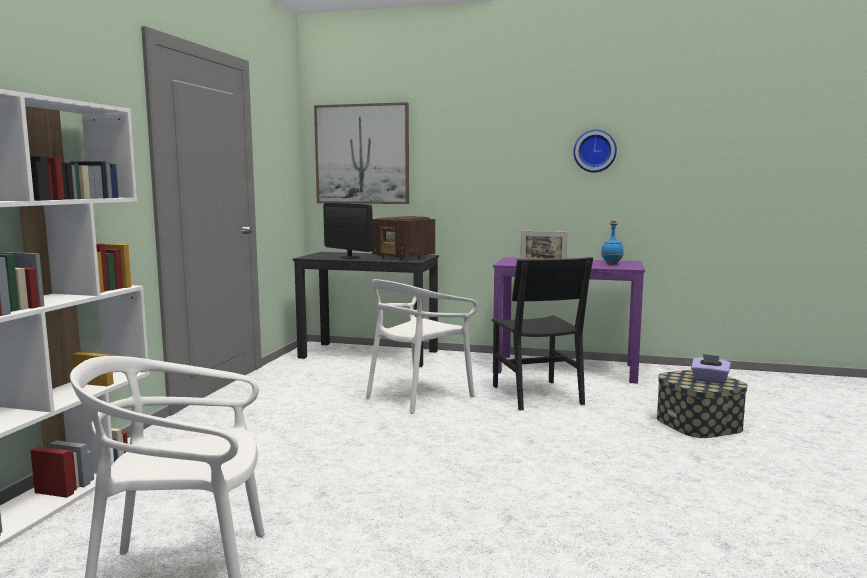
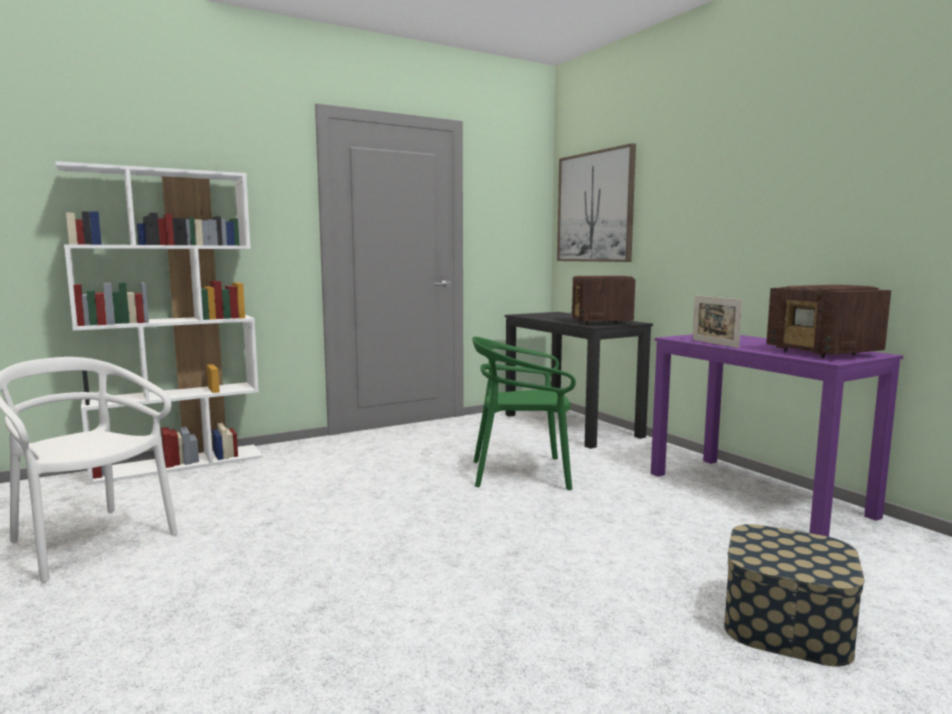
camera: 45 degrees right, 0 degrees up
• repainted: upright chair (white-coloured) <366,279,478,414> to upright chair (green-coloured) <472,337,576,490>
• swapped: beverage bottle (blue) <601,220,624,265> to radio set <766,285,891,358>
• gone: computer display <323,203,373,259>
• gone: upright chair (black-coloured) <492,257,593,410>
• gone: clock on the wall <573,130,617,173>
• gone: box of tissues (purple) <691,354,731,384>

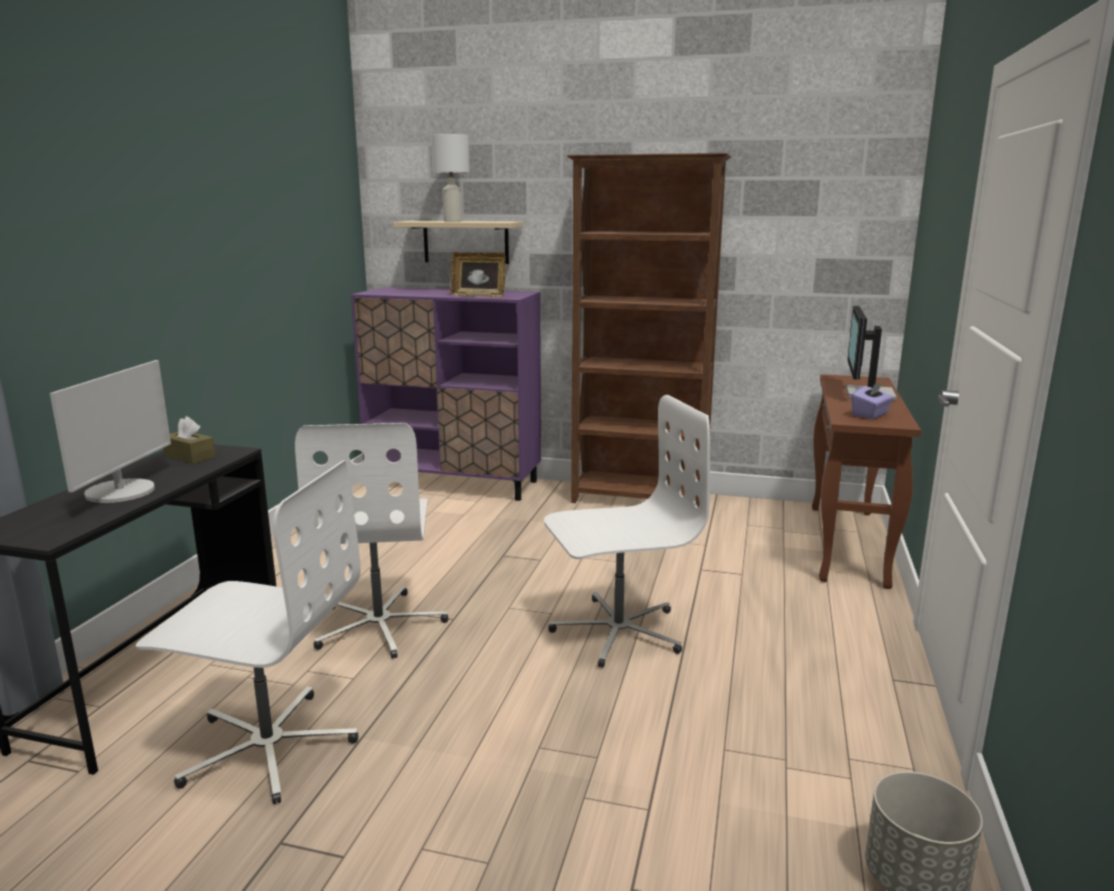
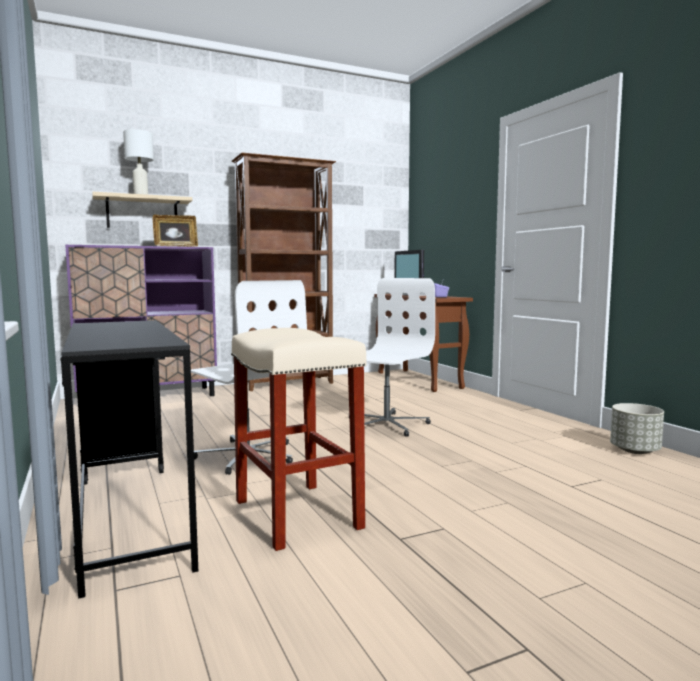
camera: 40 degrees left, 10 degrees down
• swapped: computer chair (white-coloured) <136,460,361,804> to sitting stool (sand-coloured) <231,328,366,551>
• gone: computer display <50,360,171,503>
• gone: box of tissues (brown-coloured) <163,416,216,464>

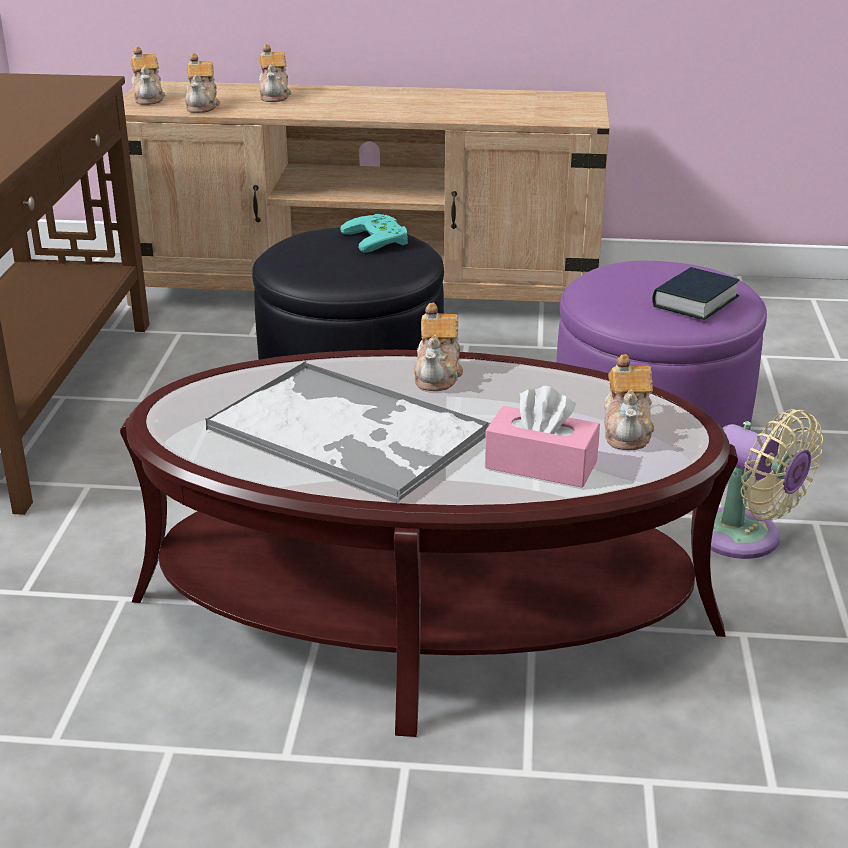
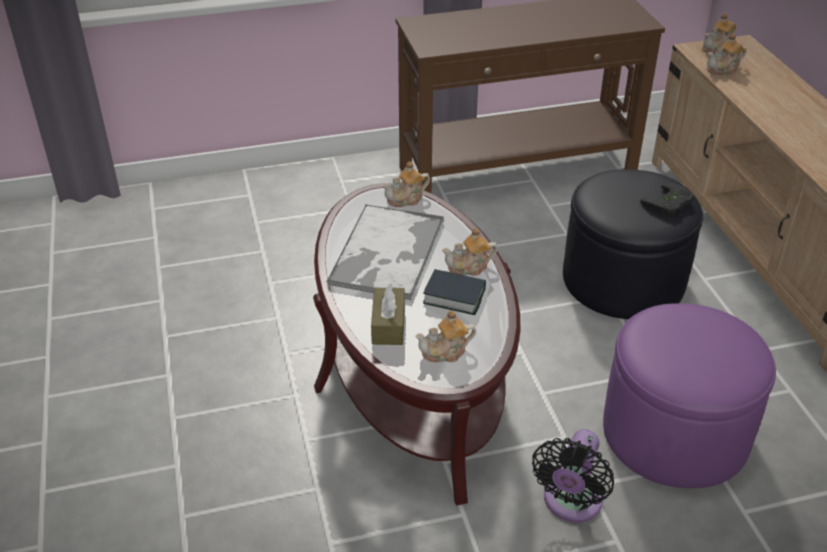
camera: 70 degrees right, 10 degrees up
• repainted: box of tissues (pink) <485,386,600,488> to box of tissues (brown-coloured) <371,283,405,345>
• shifted: tea pot <259,44,291,102> to <382,161,430,207>
• shifted: volume <652,267,739,320> to <423,269,486,315>
• repainted: fan (sand-coloured) <711,409,823,559> to fan (black-coloured) <532,429,614,522>
• repainted: game controller (blue-green) <340,214,408,253> to game controller (black-coloured) <640,183,694,217>

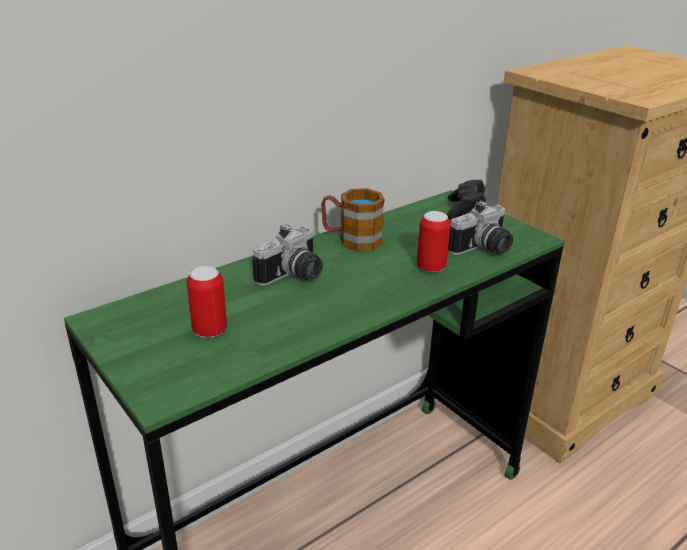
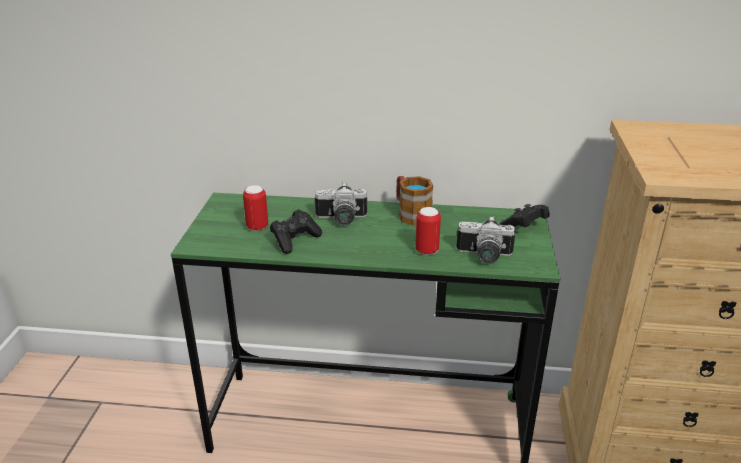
camera: 45 degrees right, 0 degrees up
• new: game controller (black-coloured) <270,209,322,254>

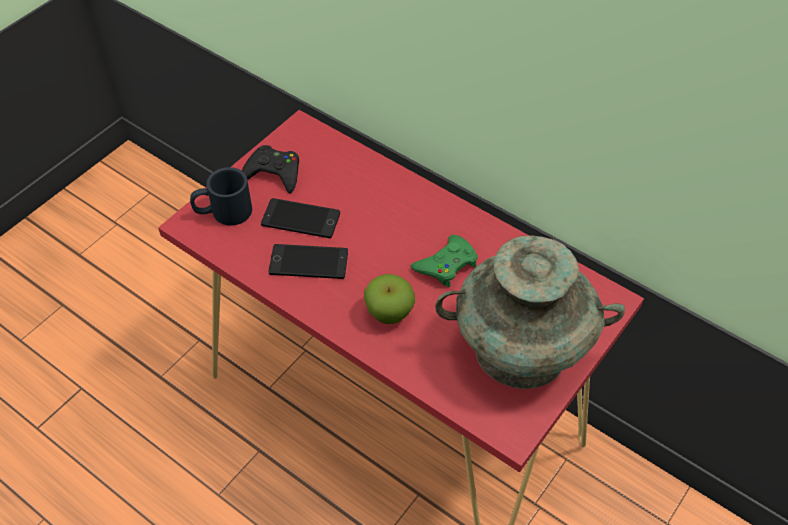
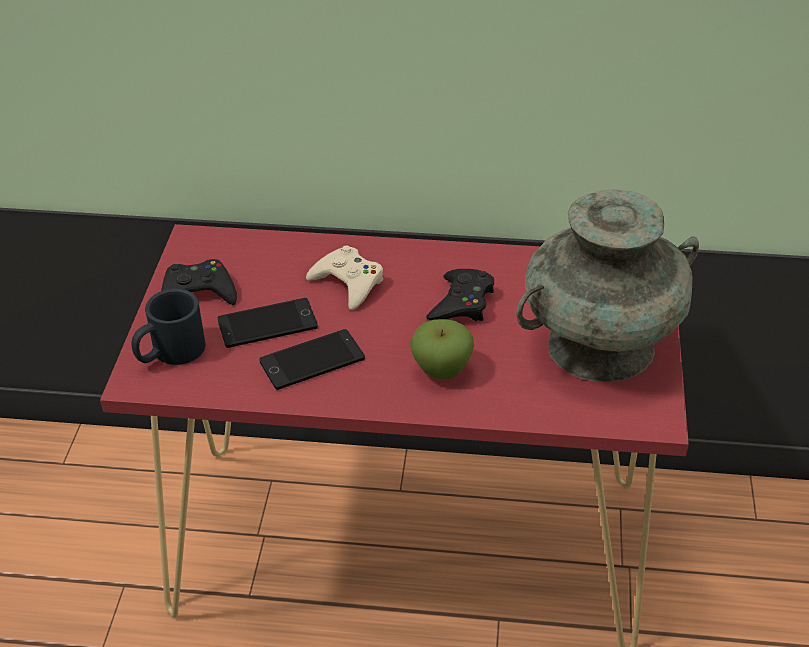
camera: 30 degrees left, 10 degrees down
• new: game controller (sand-coloured) <306,245,383,310>
• repainted: game controller (green-coloured) <411,235,478,287> to game controller (black-coloured) <426,269,494,321>

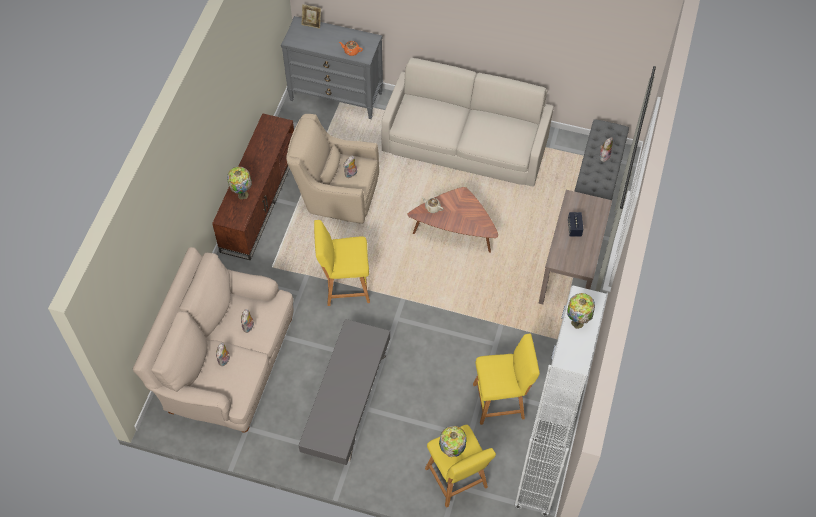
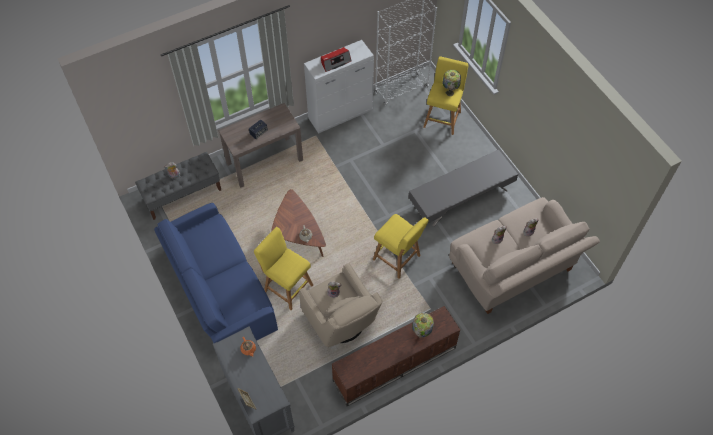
camera: 135 degrees left, 0 degrees up
• repainted: settee (sand-coloured) <382,58,554,186> to settee (blue) <154,203,278,343>
• shifted: sitting stool (yellow) <473,334,540,425> to <254,227,313,310>
• swapped: lamp for a table <567,293,595,329> to radio set <321,47,351,72>

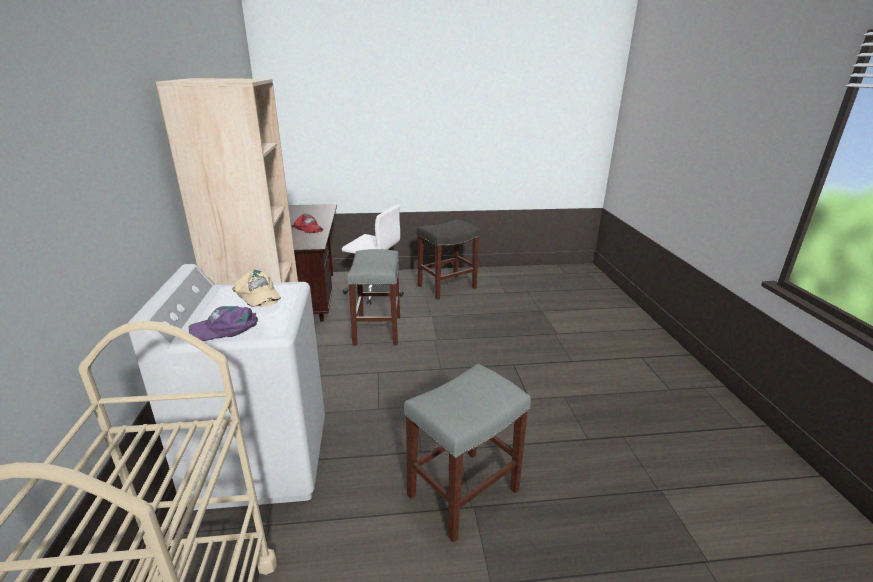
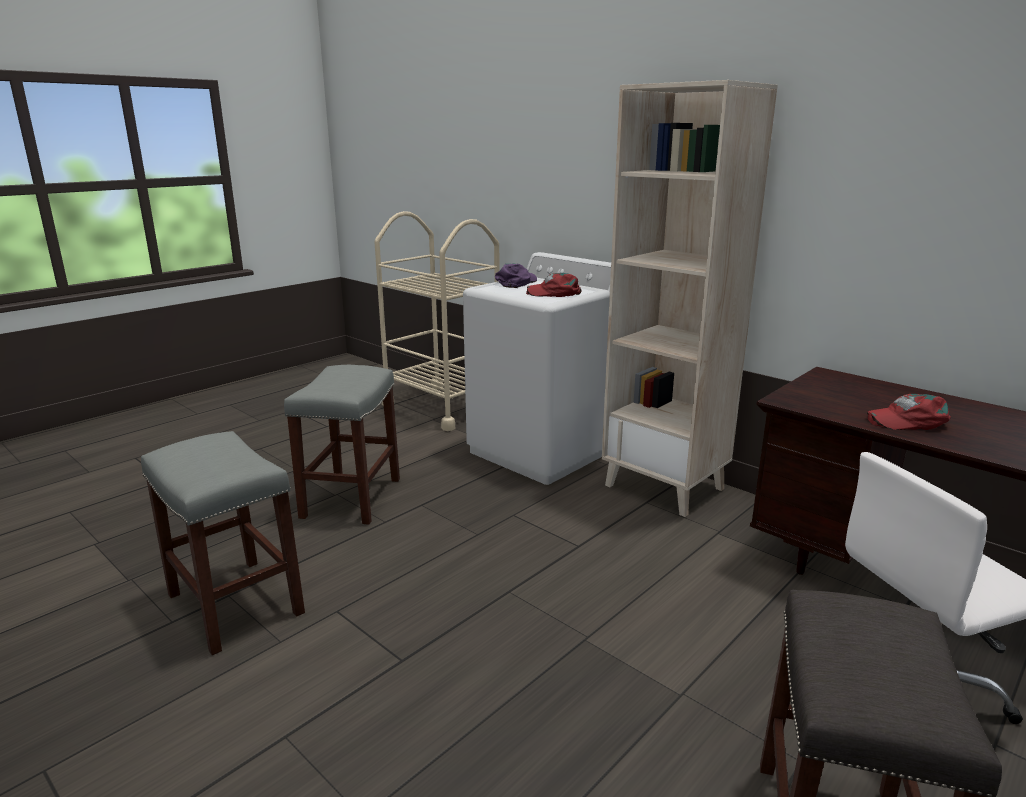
camera: 140 degrees right, 5 degrees down
• shifted: sitting stool (gray) <347,249,400,346> to <141,431,305,655>
• repainted: baseball cap (sand-coloured) <232,270,281,307> to baseball cap (red) <526,273,581,297>

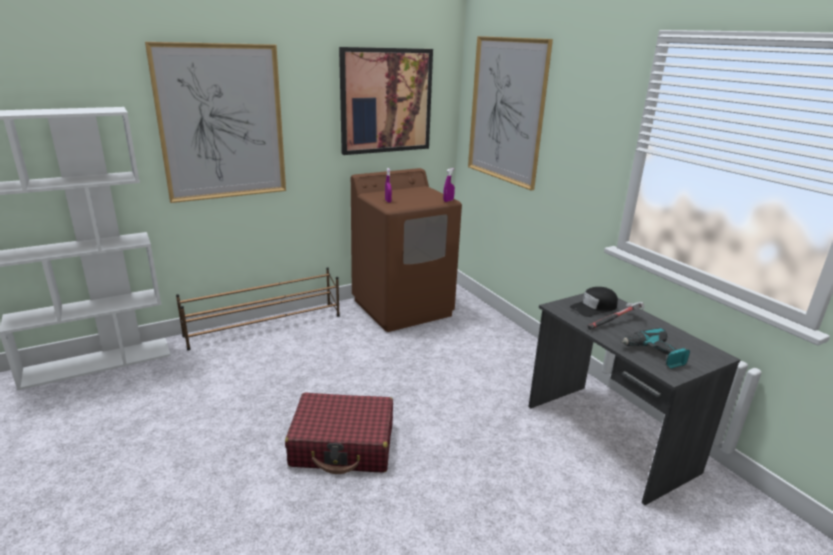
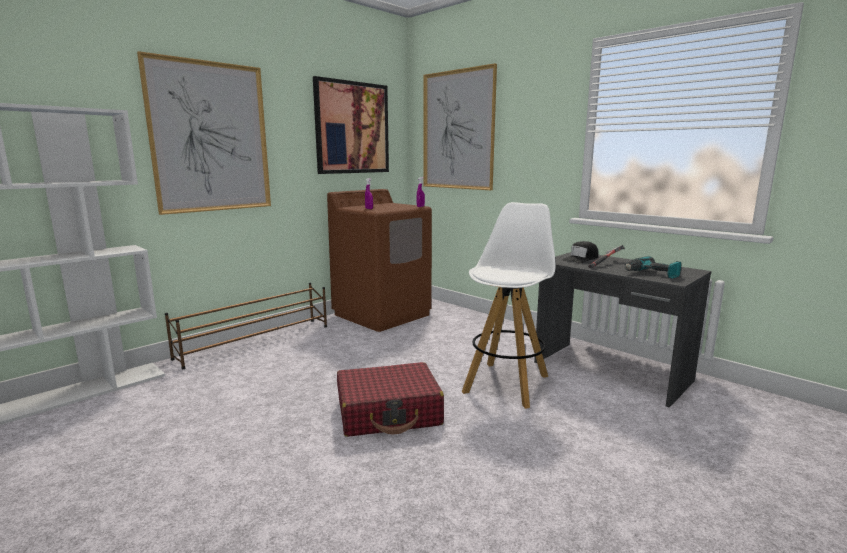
camera: 15 degrees left, 10 degrees down
• new: sitting stool (white-coloured) <462,202,555,409>

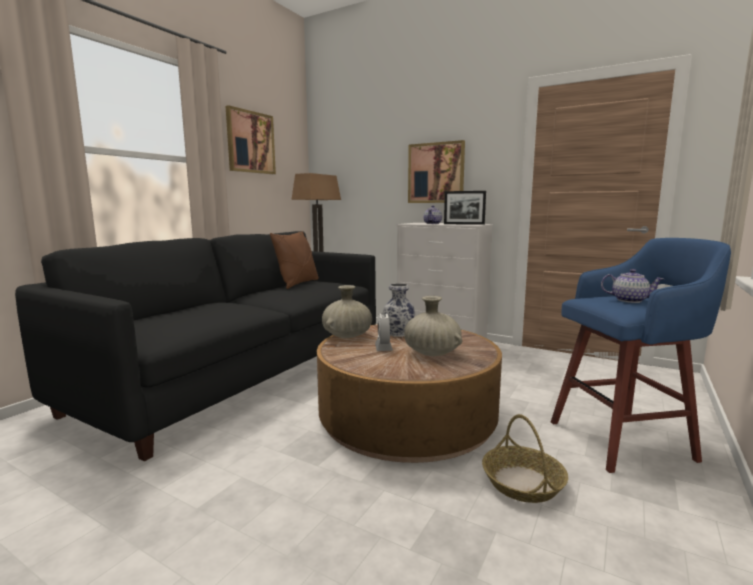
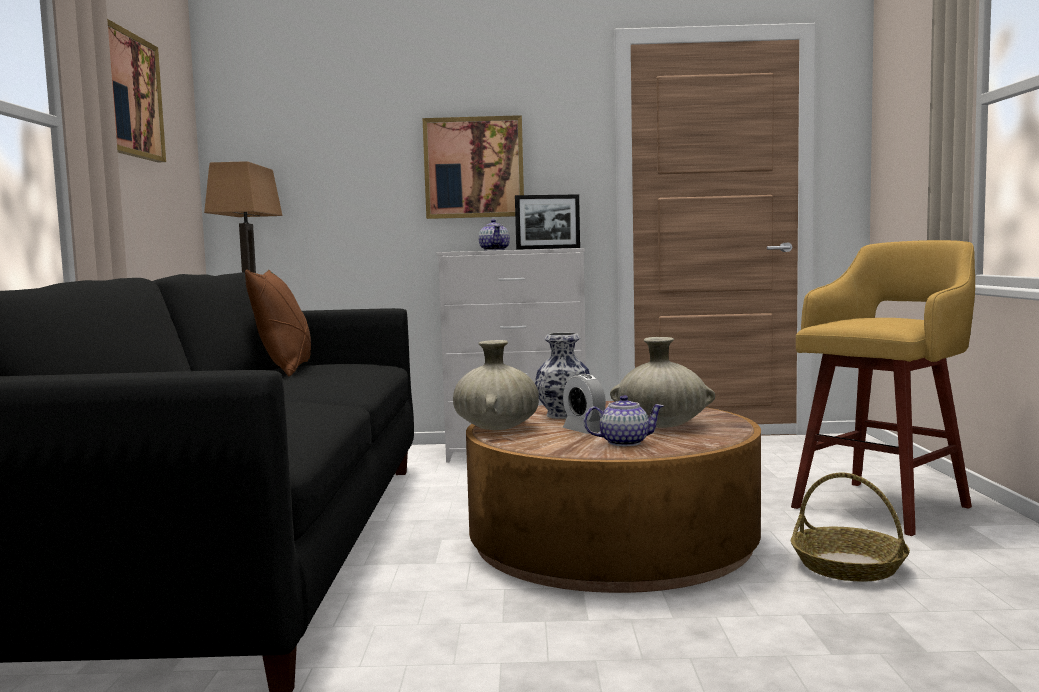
camera: 30 degrees left, 5 degrees down
• shifted: tea pot <601,269,663,303> to <584,395,664,446>
• repainted: sitting stool (blue) <551,238,731,473> to sitting stool (yellow) <791,240,975,536>

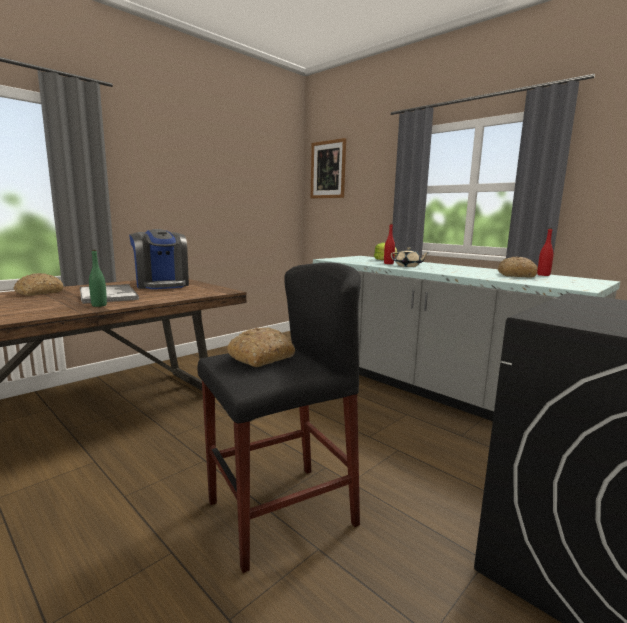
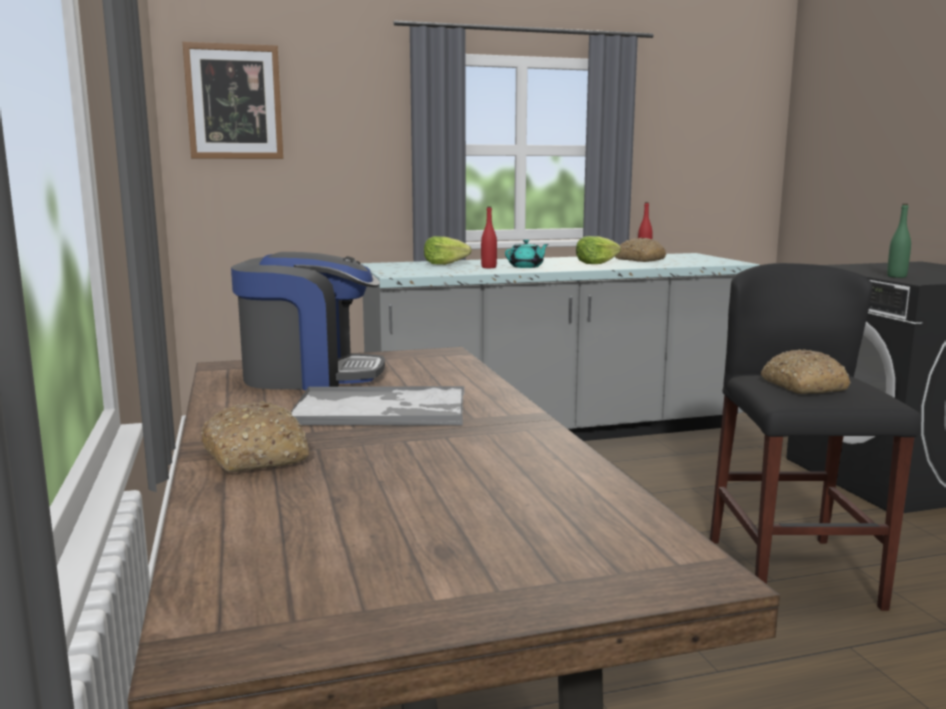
camera: 60 degrees left, 0 degrees up
• repainted: tea pot (sand-coloured) <391,247,428,267> to tea pot (blue-green) <505,240,548,268>
• new: lettuce head <576,236,621,264>
• shifted: beverage bottle (green-coloured) <89,250,107,307> to <887,204,911,278>

